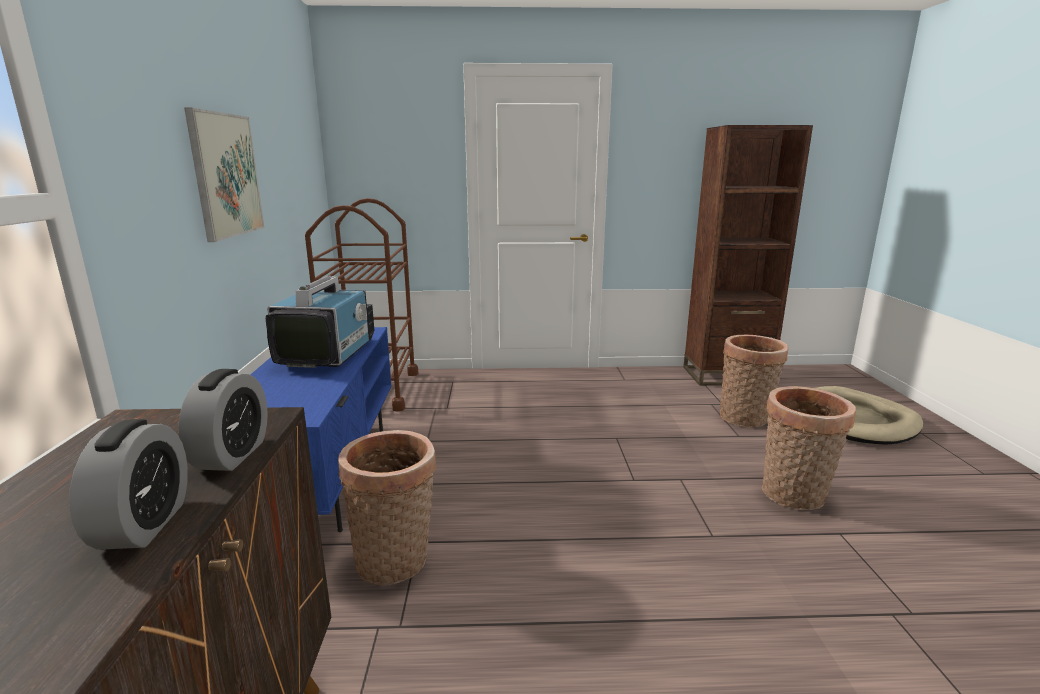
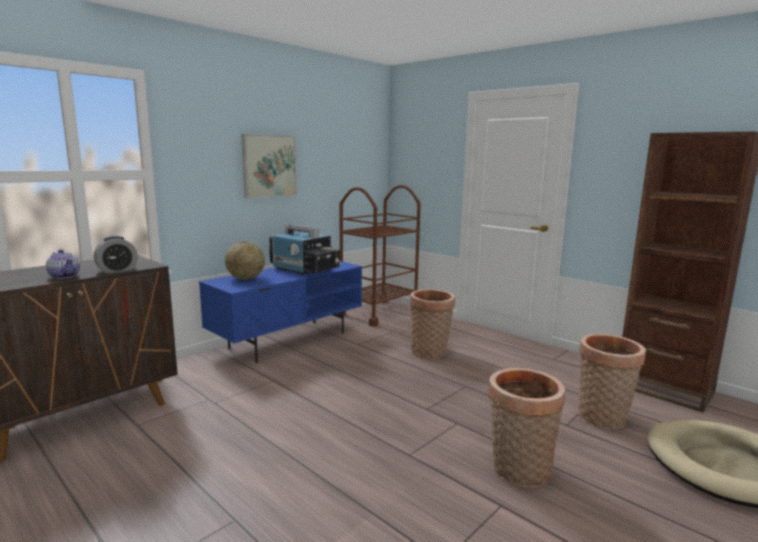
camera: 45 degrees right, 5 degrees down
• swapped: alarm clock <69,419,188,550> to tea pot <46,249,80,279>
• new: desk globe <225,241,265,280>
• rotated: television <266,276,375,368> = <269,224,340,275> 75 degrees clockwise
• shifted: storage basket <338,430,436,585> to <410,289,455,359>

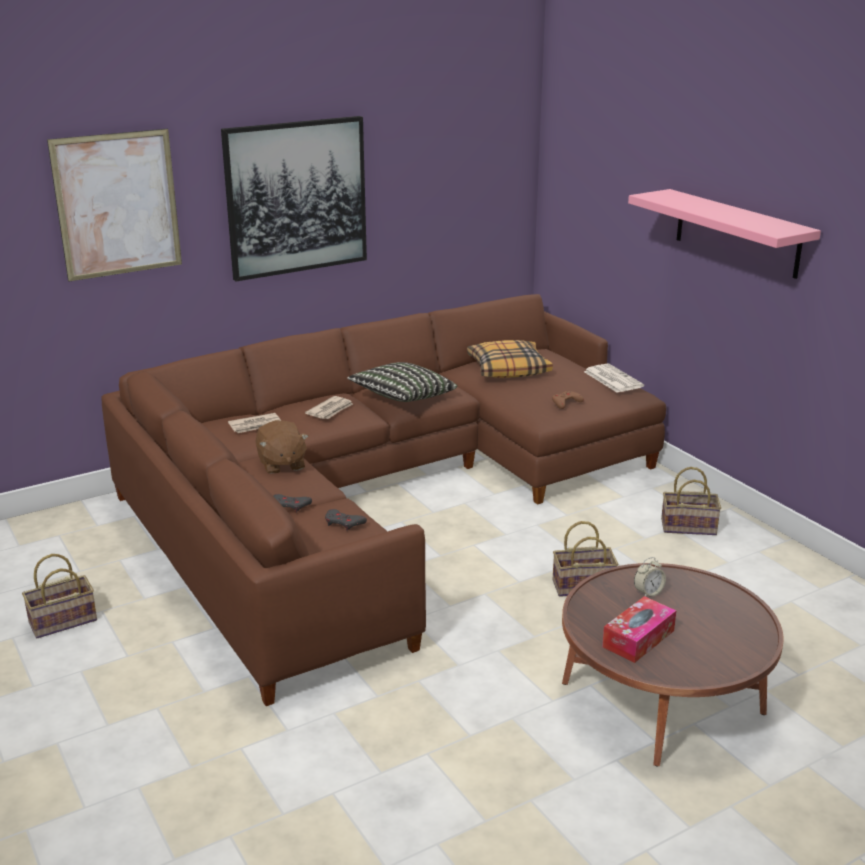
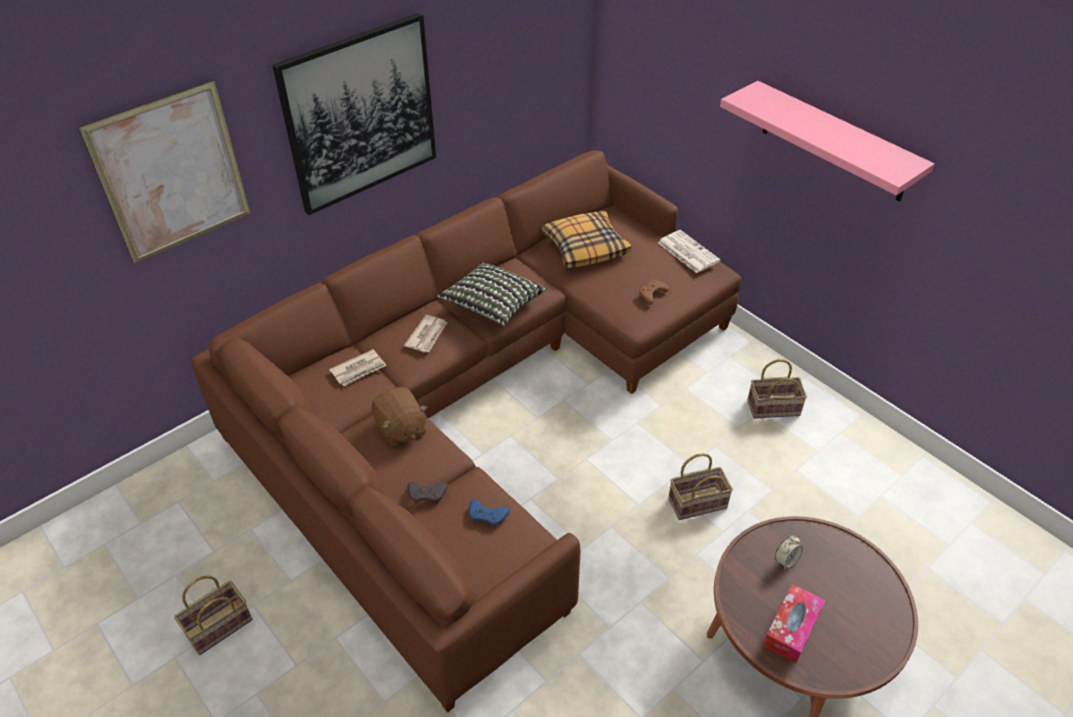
camera: 10 degrees left, 20 degrees up
• repainted: game controller (gray) <325,509,367,531> to game controller (blue) <469,499,510,527>

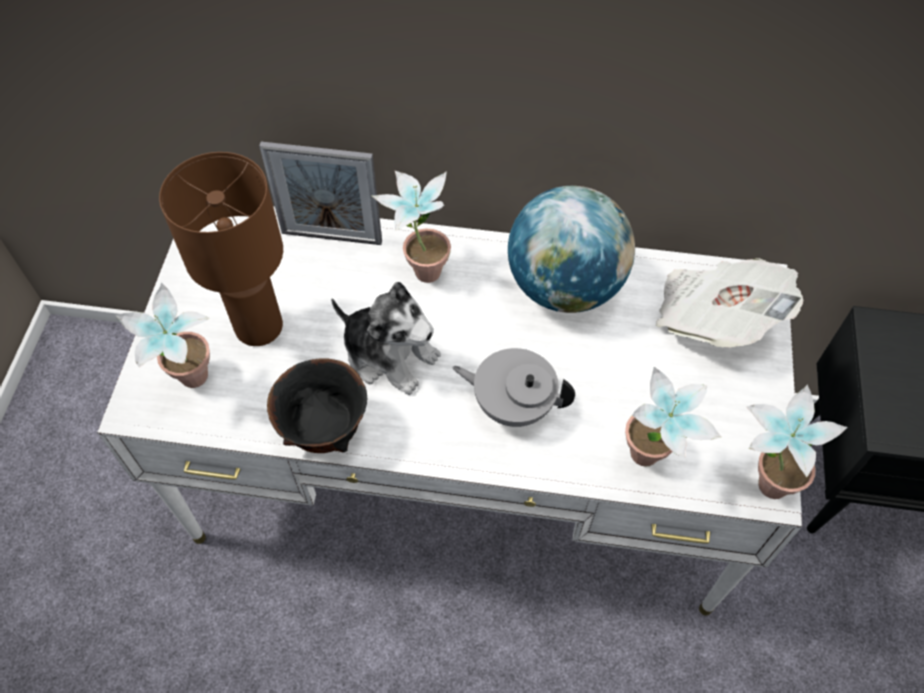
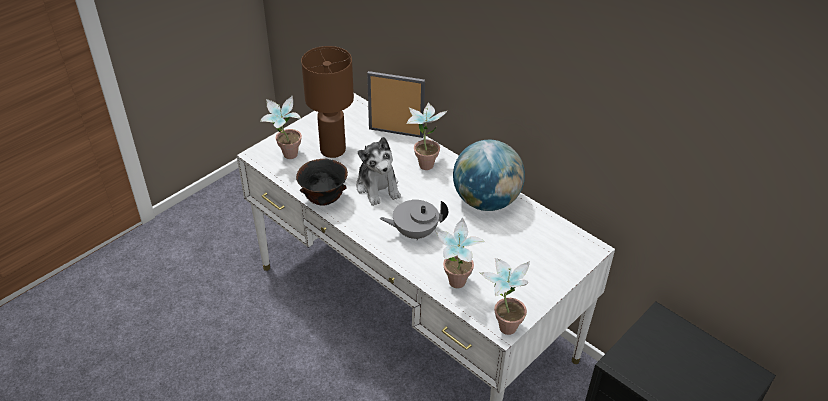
camera: 35 degrees right, 15 degrees down
• rotated: photo frame <259,142,382,245> = <367,71,425,138> 150 degrees clockwise
• rotated: tea pot (gray) <453,348,575,427> = <380,200,448,240> 60 degrees counterclockwise
• gone: daily paper <656,258,803,348>

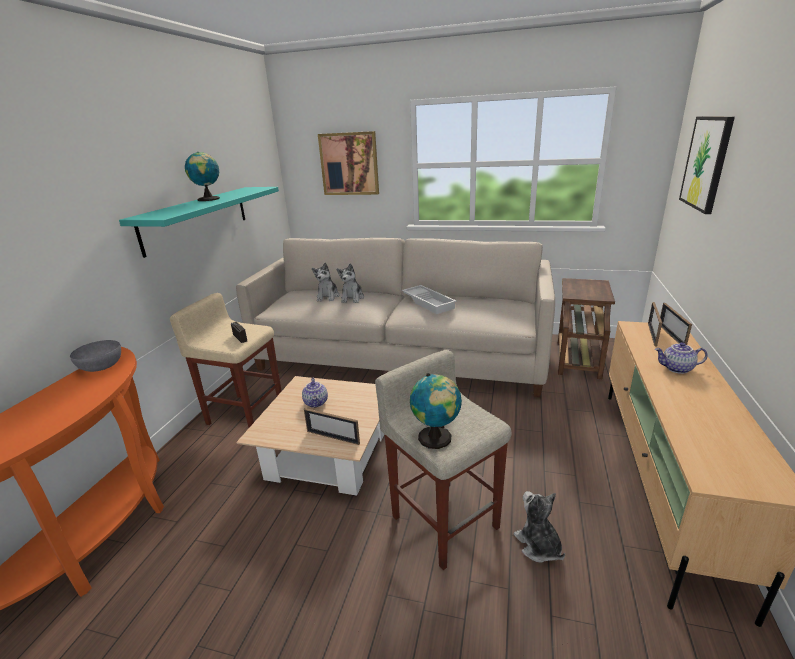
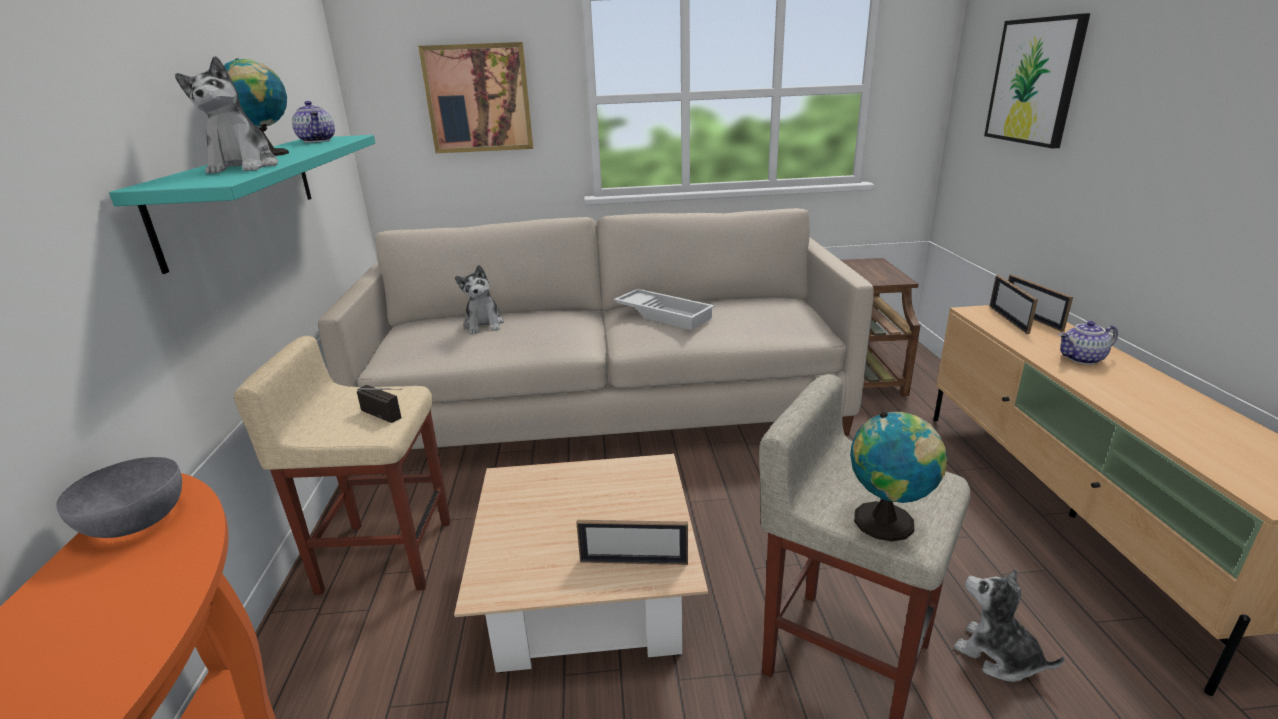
camera: 20 degrees left, 0 degrees up
• shifted: cuddly toy <337,263,364,303> to <175,56,278,174>
• shifted: tea pot <302,378,328,408> to <292,101,335,143>

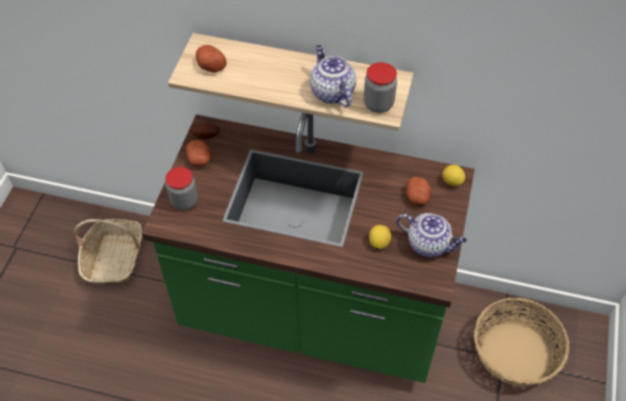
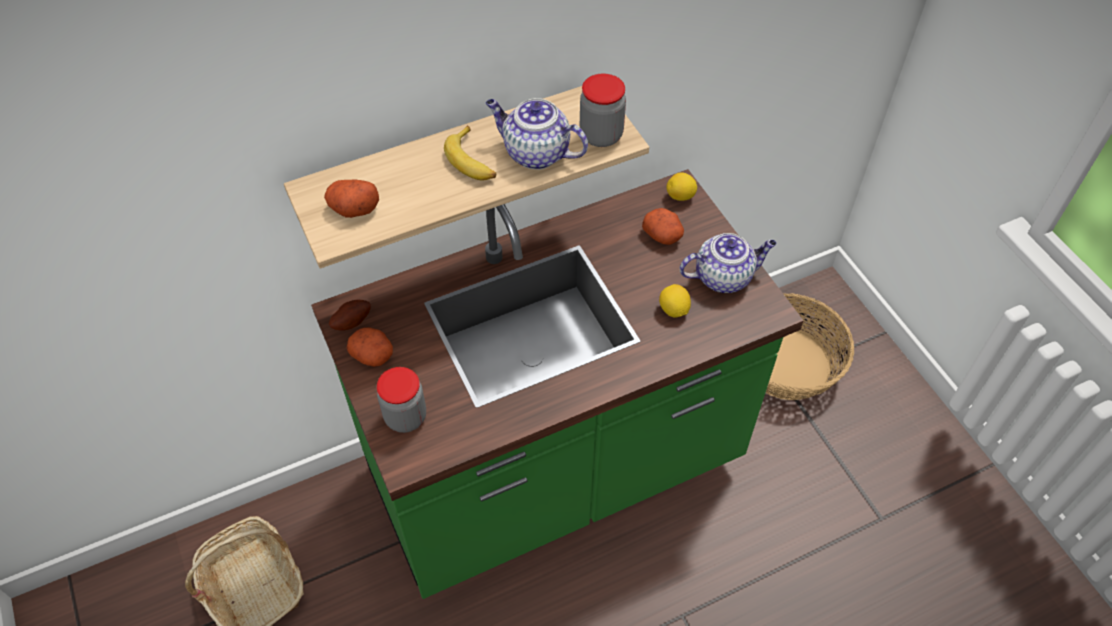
camera: 40 degrees left, 0 degrees up
• new: banana <444,125,496,180>

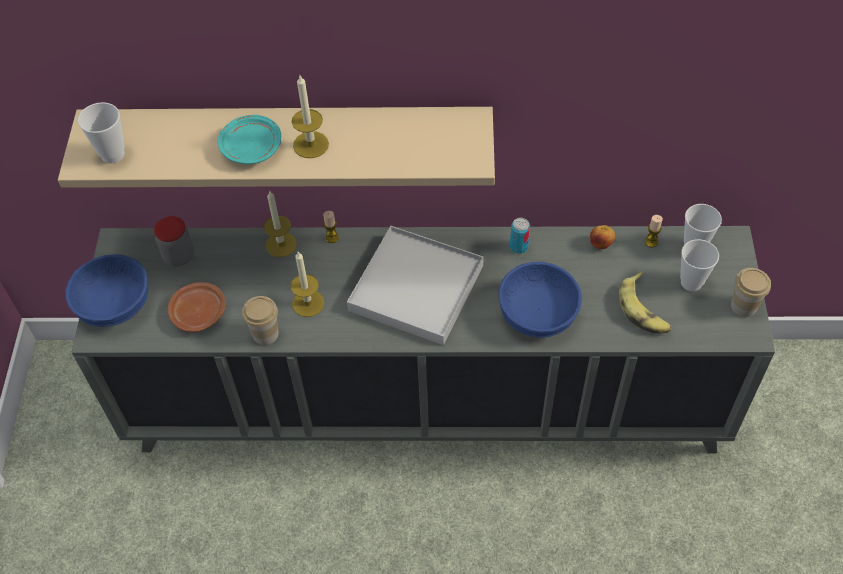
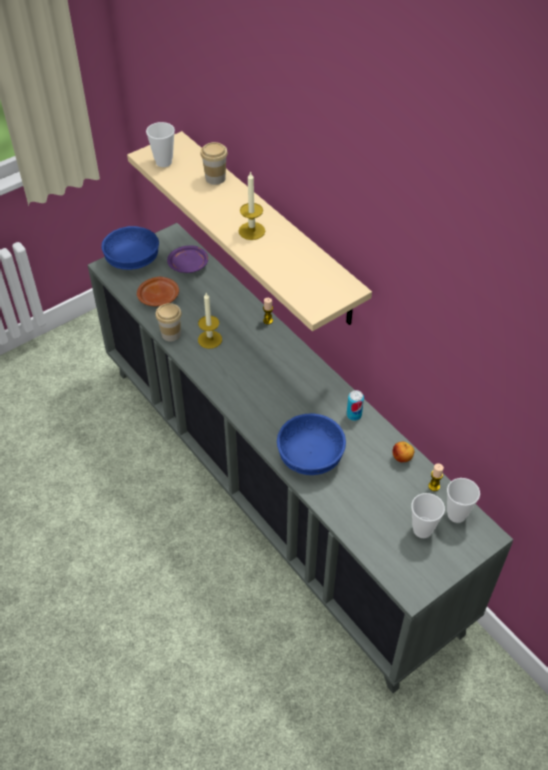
camera: 50 degrees right, 5 degrees down
• swapped: jar <154,216,194,267> to dinner plate (purple) <167,245,208,273>
• shifted: cup <731,268,771,317> to <200,142,228,185>
• gone: dinner plate (blue-green) <218,115,281,164>
• gone: wax candle <264,190,297,257>
• gone: tray (white-coloured) <347,226,484,345>
• gone: banana <619,272,672,333>

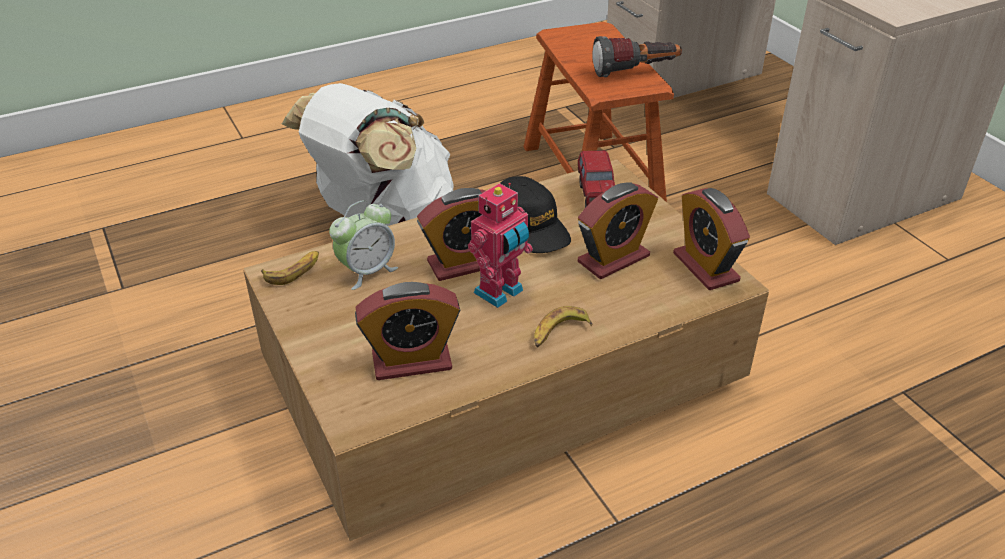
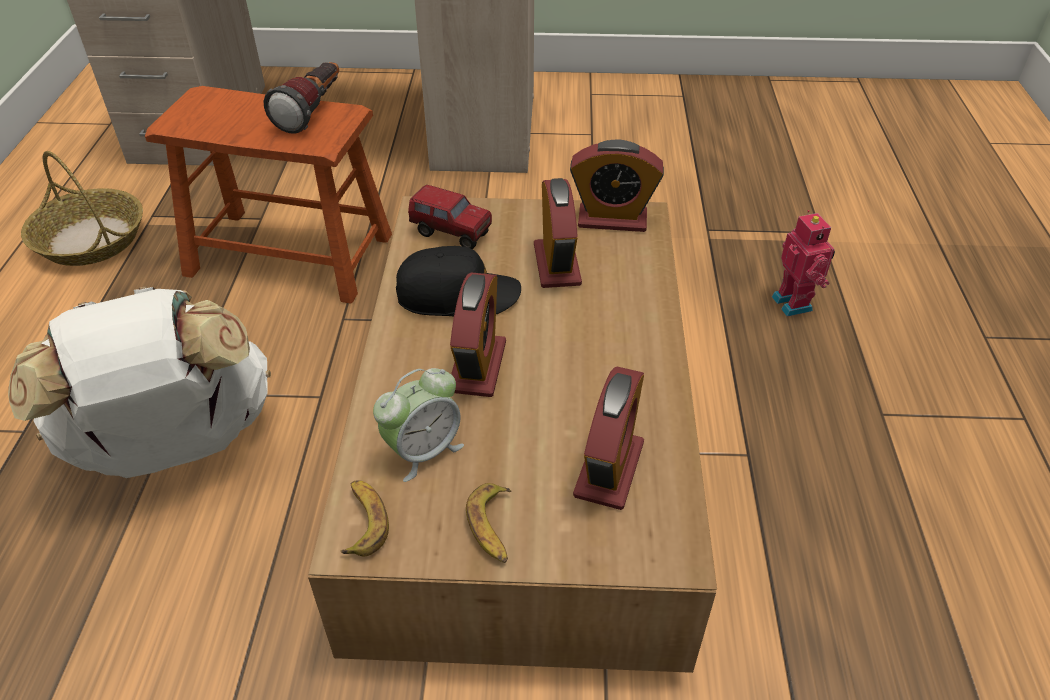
camera: 60 degrees left, 5 degrees up
• new: storage basket <21,151,143,266>
• rotated: alarm clock <329,201,398,290> = <373,368,464,482> 60 degrees clockwise
• shifted: banana <534,306,593,347> to <466,483,511,563>
• shifted: toy robot <468,183,533,308> to <772,210,835,317>

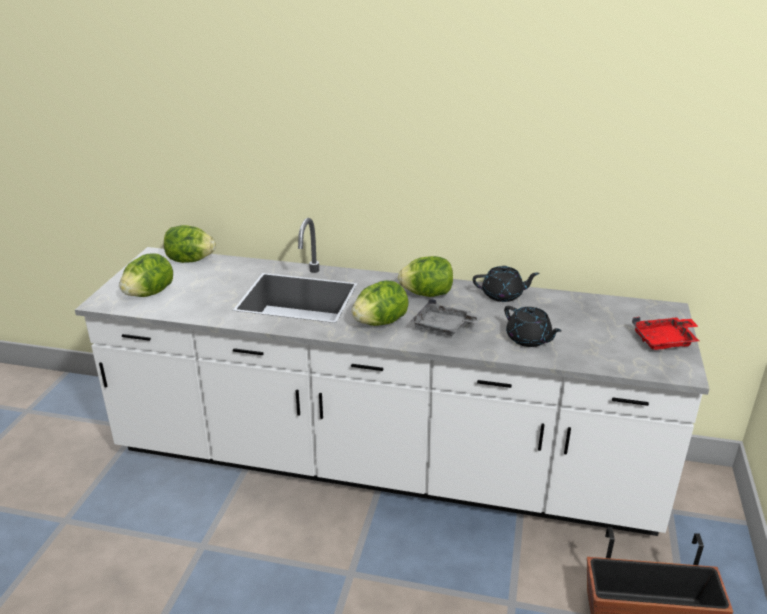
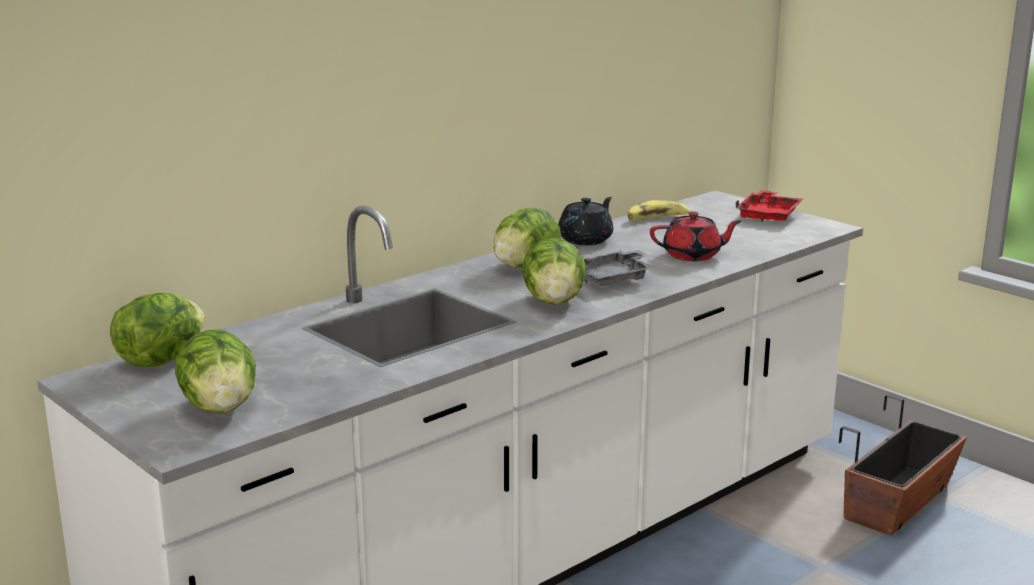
camera: 55 degrees left, 10 degrees down
• new: banana <628,200,694,220>
• repainted: tea pot (black-coloured) <504,306,562,347> to tea pot (red) <650,212,742,261>

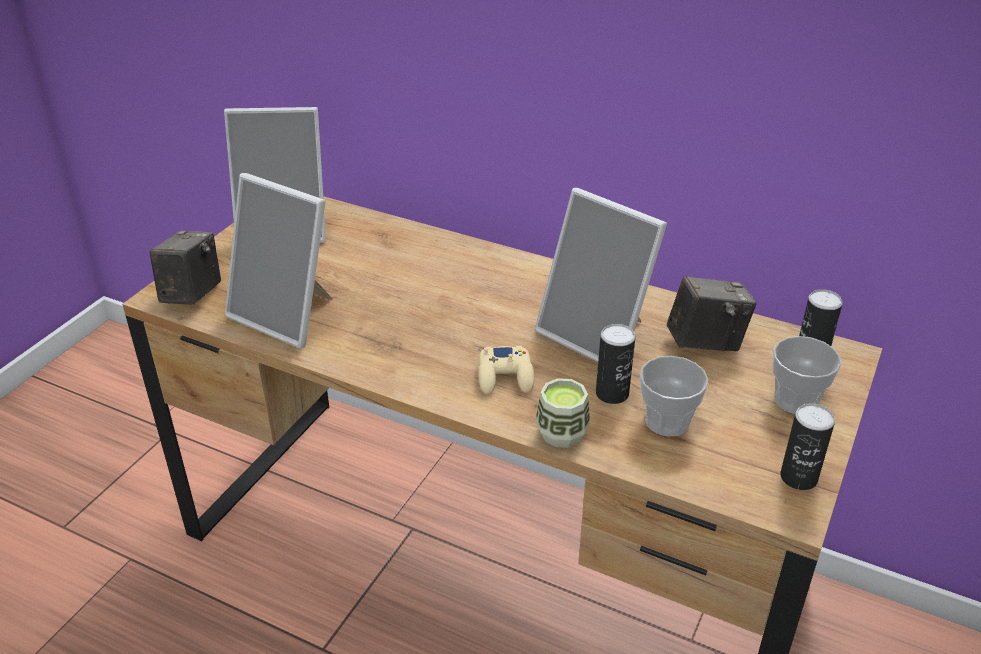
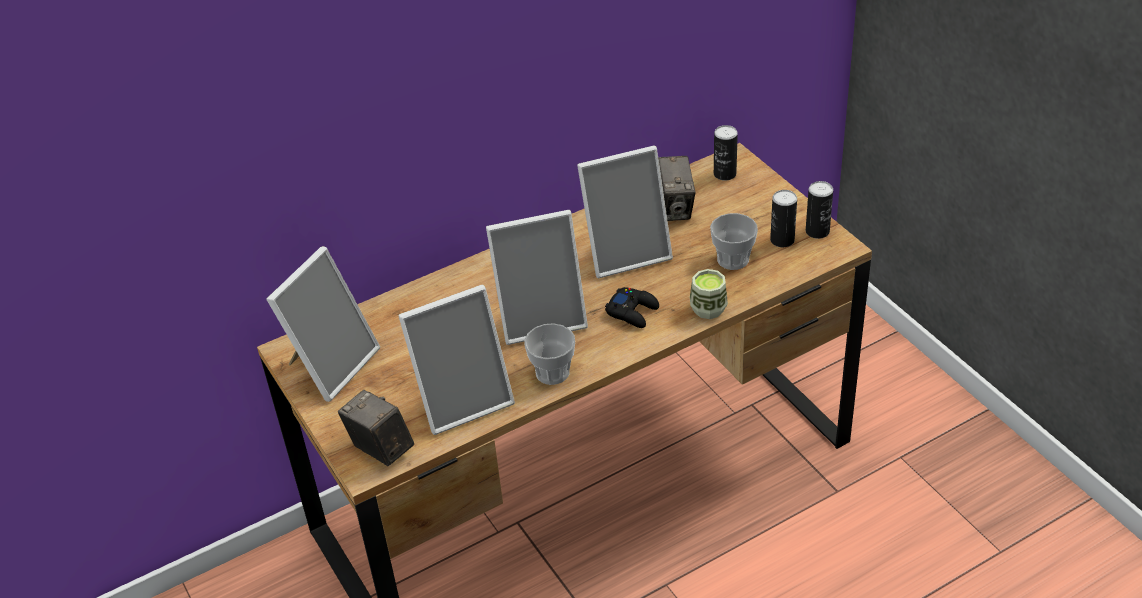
camera: 55 degrees left, 5 degrees up
• new: photo frame <486,210,588,345>
• shifted: cup <773,336,842,414> to <524,323,575,385>
• repainted: game controller (sand-coloured) <478,346,534,394> to game controller (black-coloured) <605,287,659,328>
• rotated: photo camera <667,276,757,351> = <658,156,696,221> 150 degrees clockwise
• shifted: sealed can <596,324,636,404> to <770,190,797,247>

